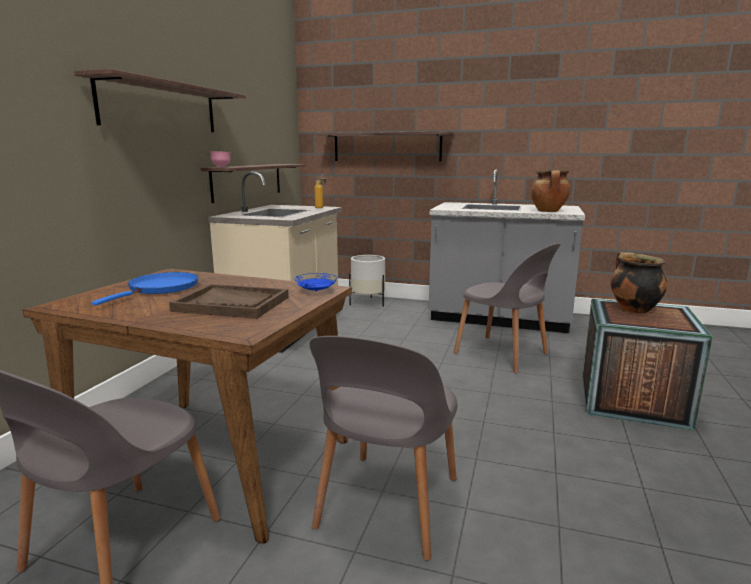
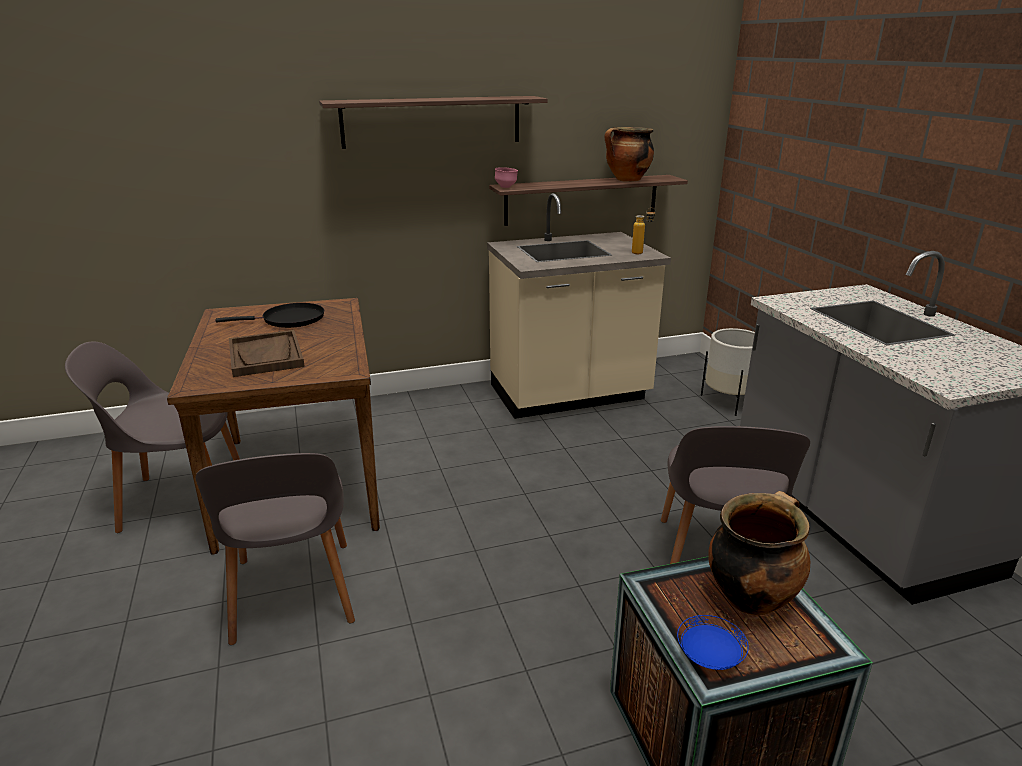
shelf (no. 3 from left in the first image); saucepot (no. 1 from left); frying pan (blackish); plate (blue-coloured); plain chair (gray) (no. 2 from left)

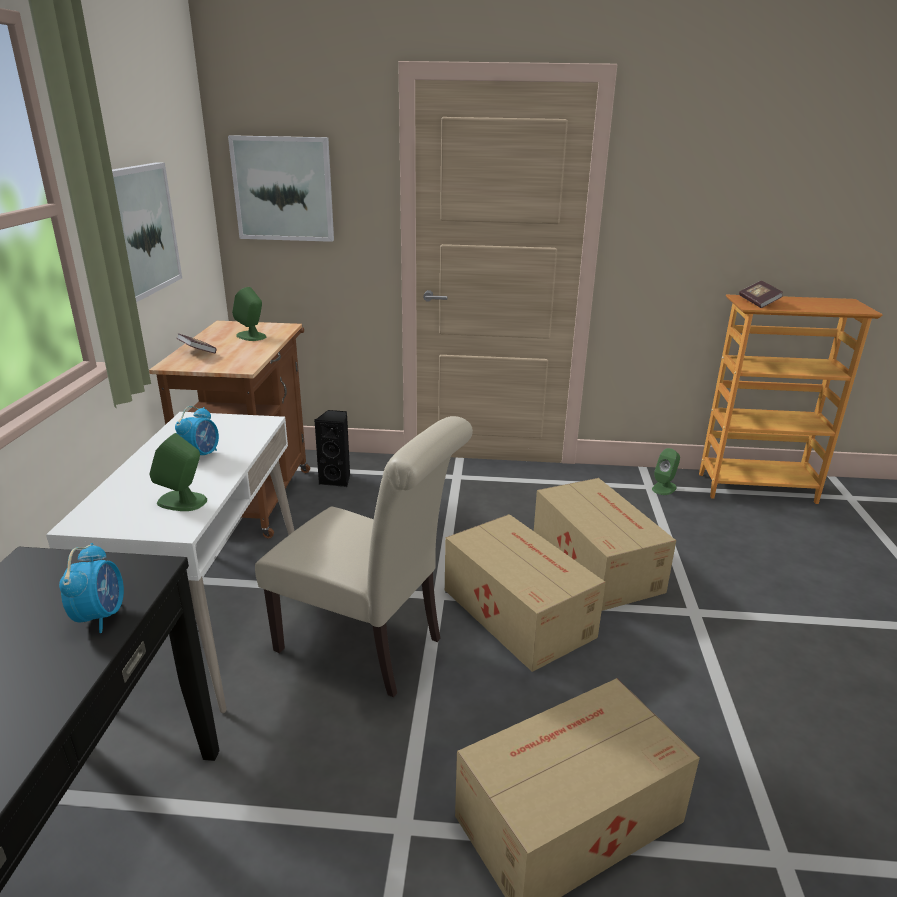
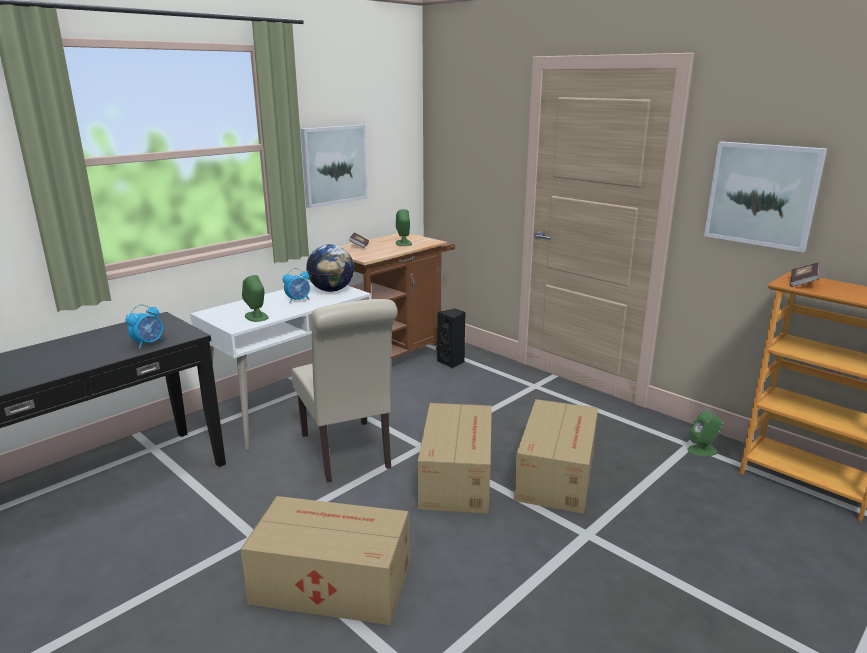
wall art (no. 2 from left); globe

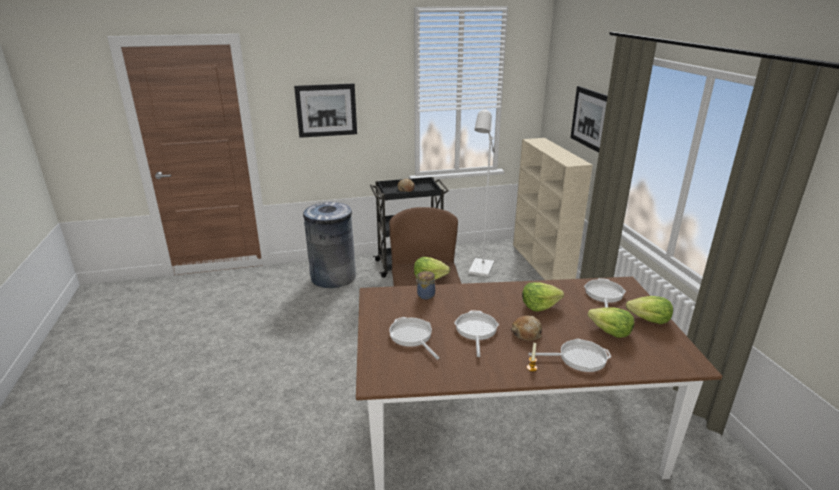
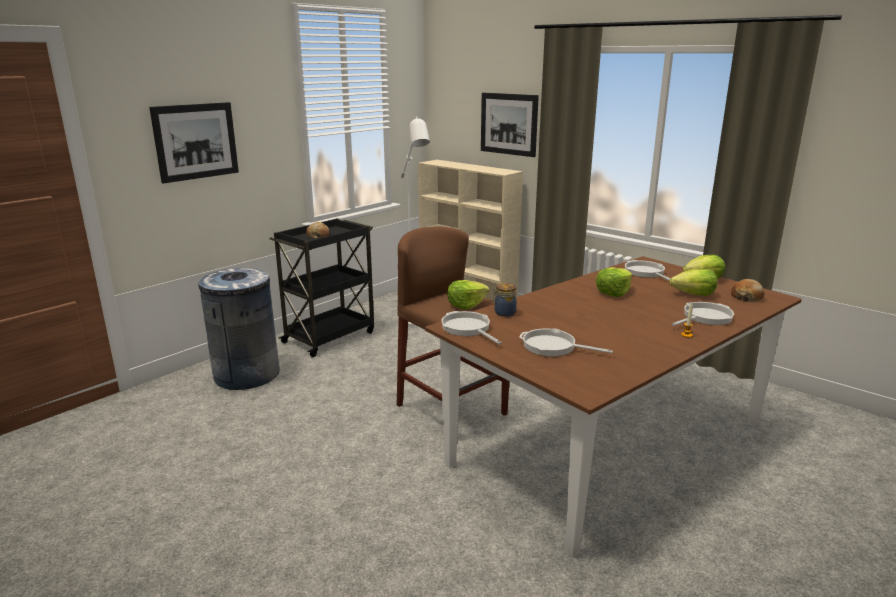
frying pan (no. 1 from left); bakery bread (no. 2 from left)

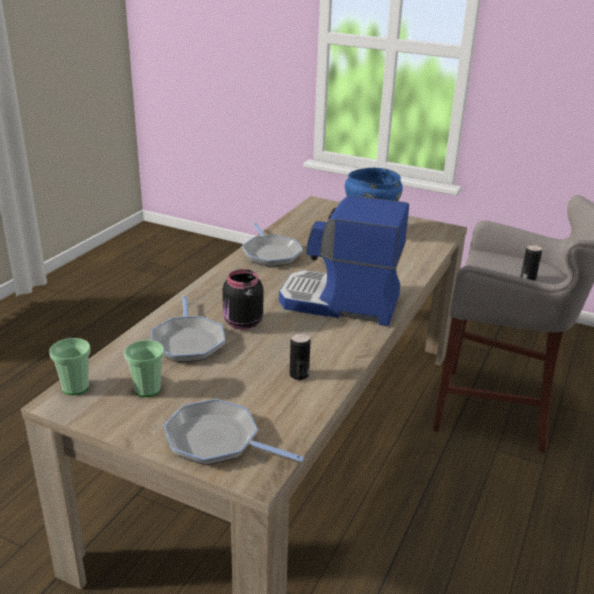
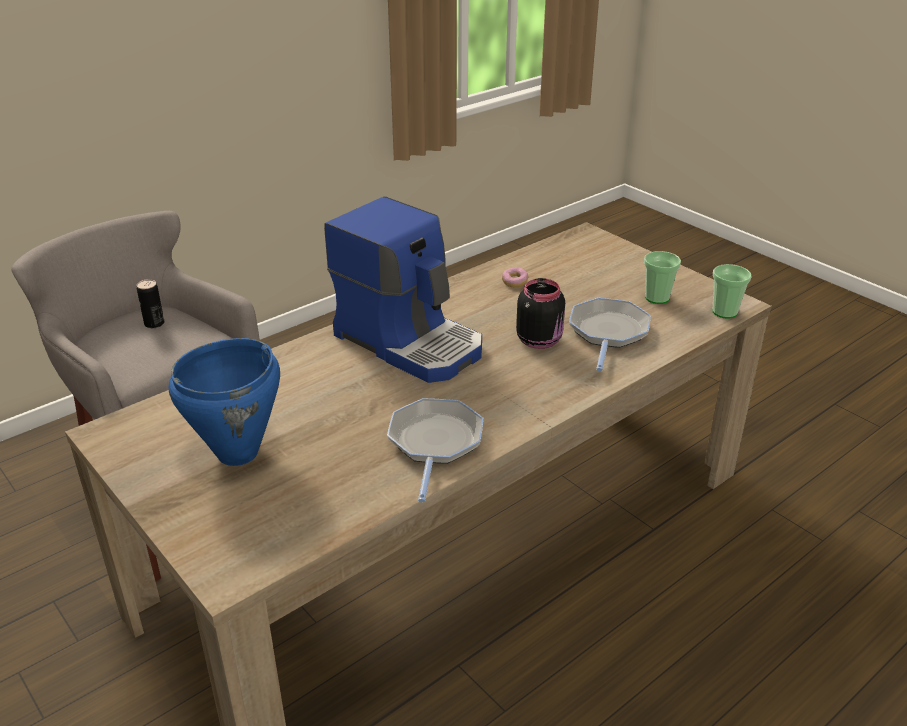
doughnut; frying pan (no. 2 from left in the first image)

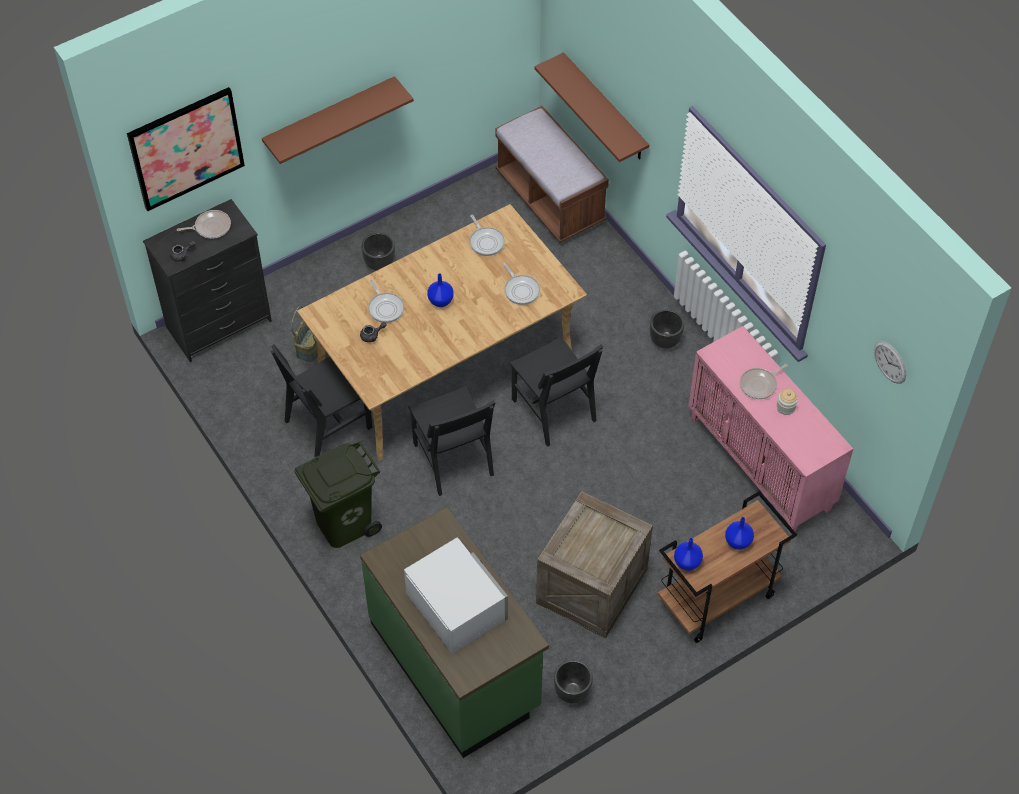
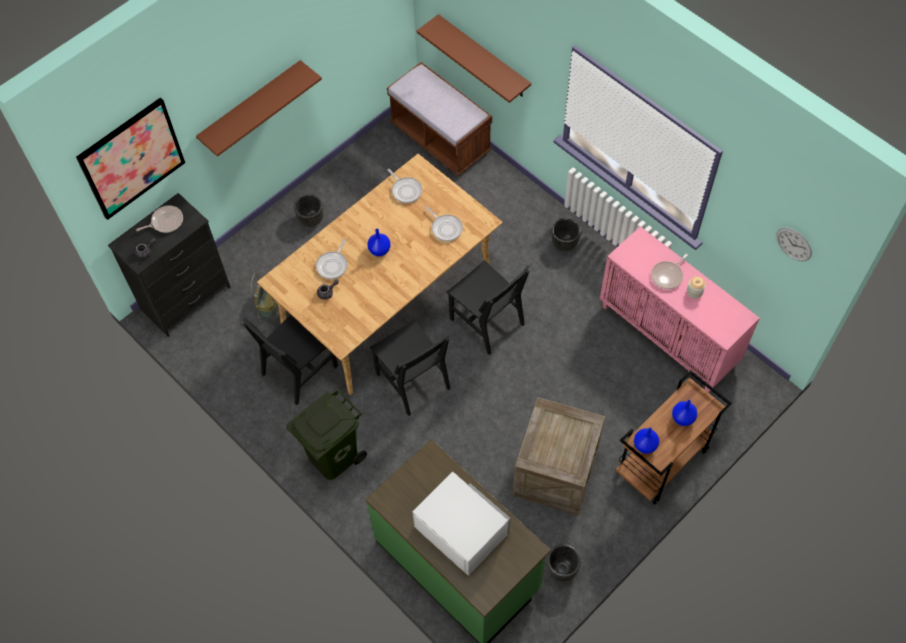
frying pan (no. 2 from left)

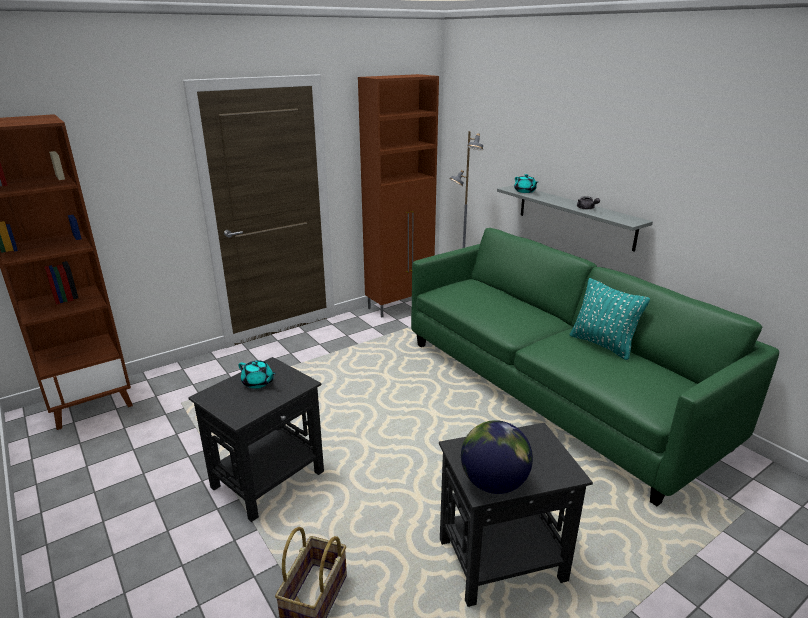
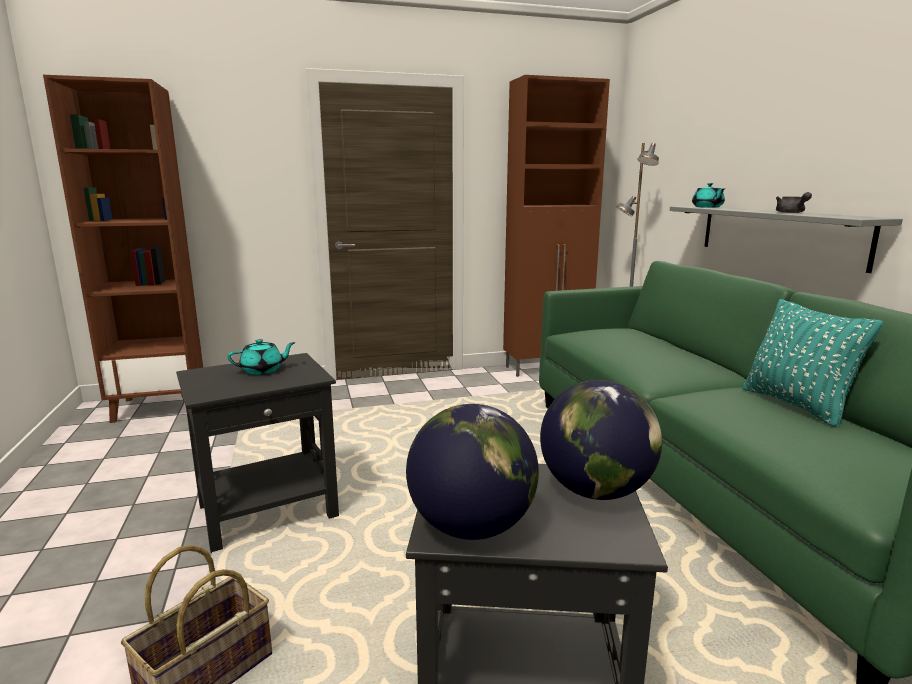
teapot (turquoise-coloured) (no. 1 from left); globe (no. 2 from left)

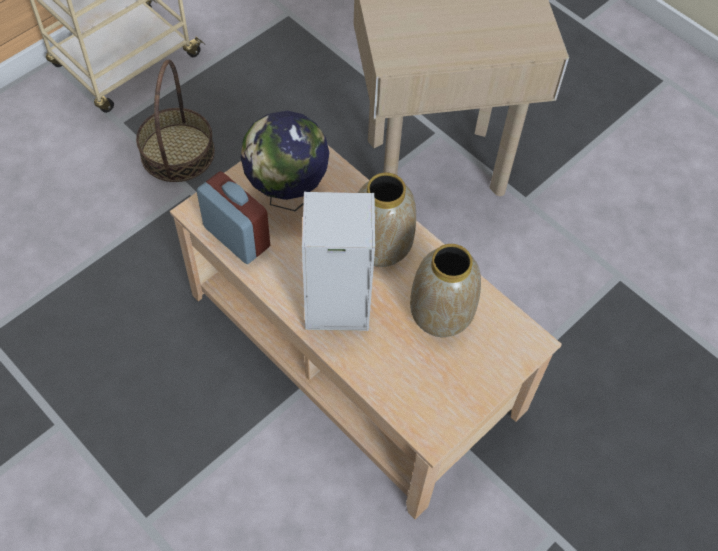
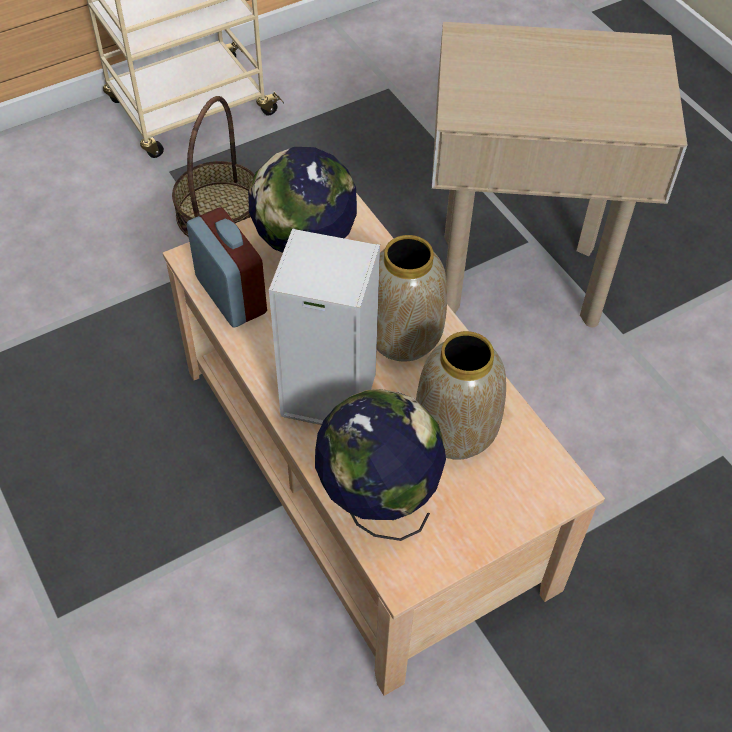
globe (no. 2 from left)

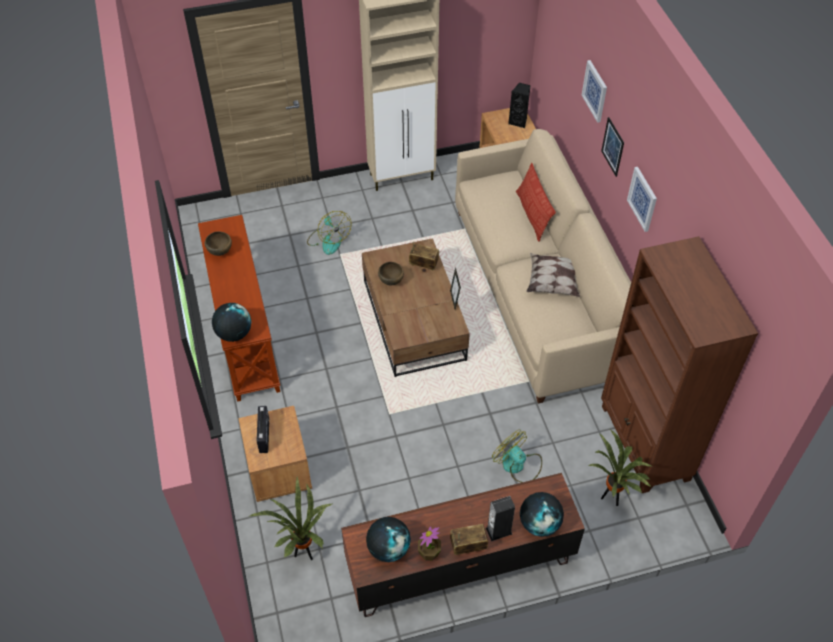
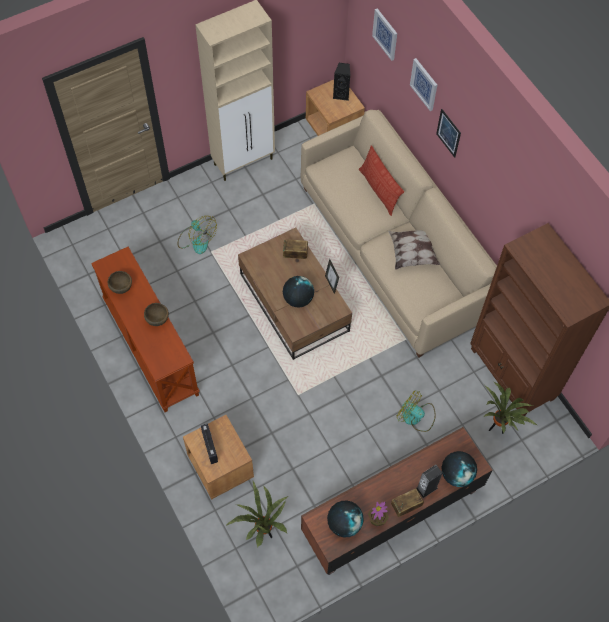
wall art (no. 1 from left); bowl (brown) (no. 2 from left); globe (no. 1 from left)

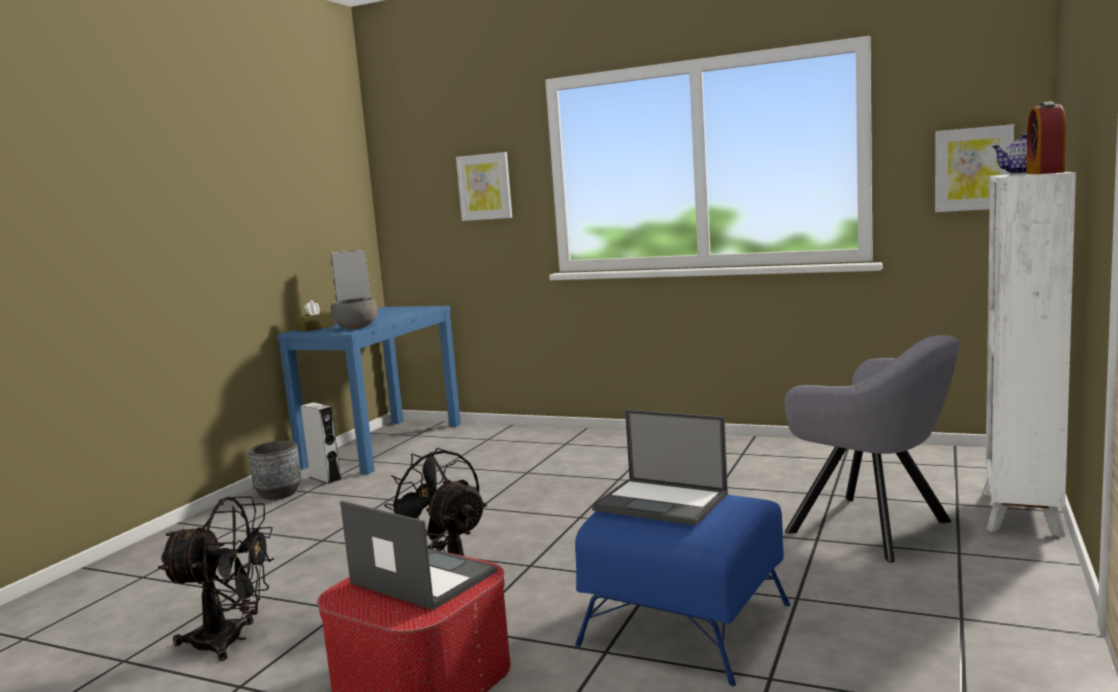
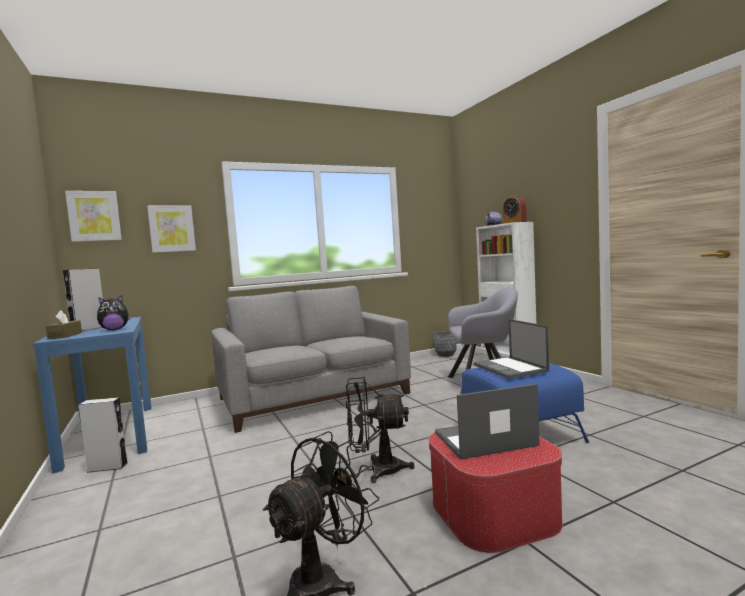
wall art (no. 1 from left); plush toy; laptop (no. 2 from left); planter (gray); couch (gray)

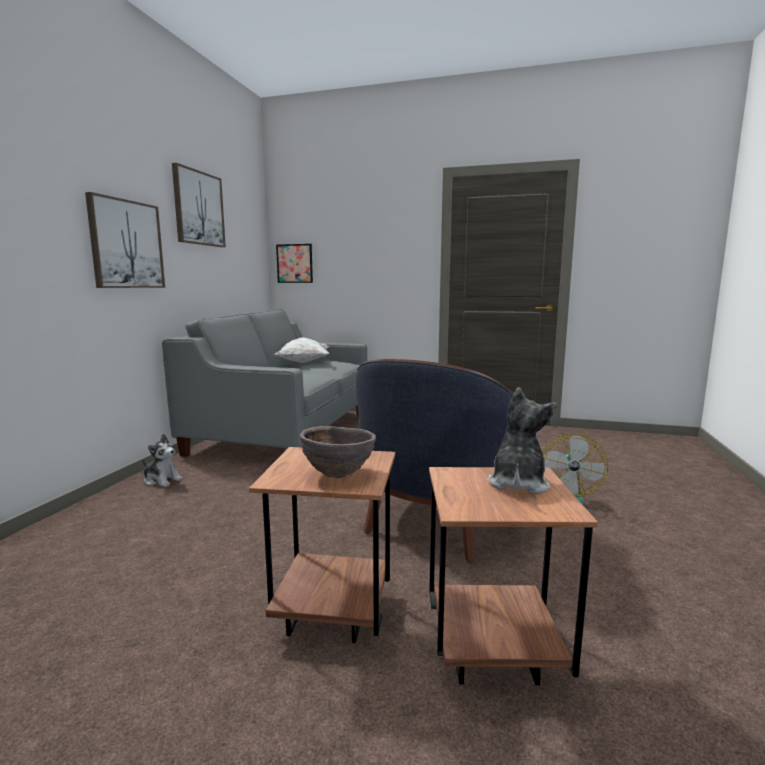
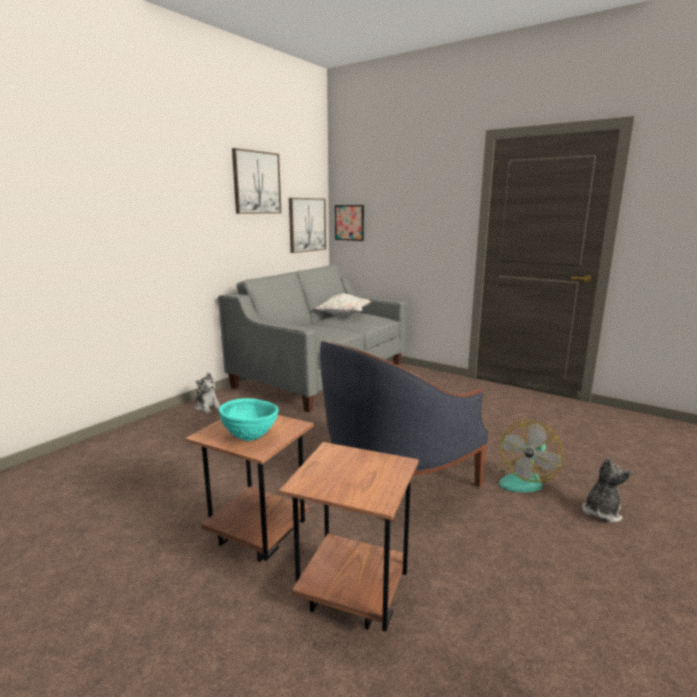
wall art (no. 2 from left); plush toy (no. 2 from left); bowl (turquoise-coloured)

